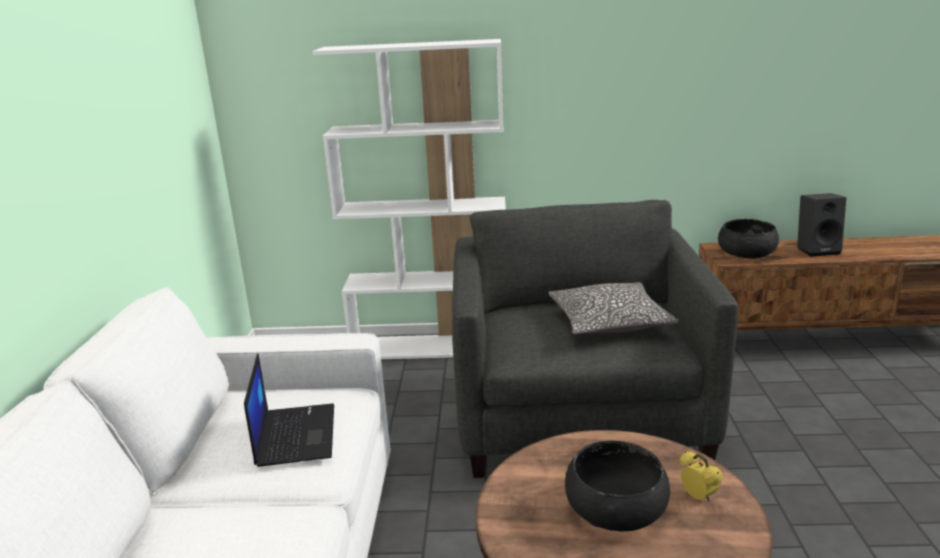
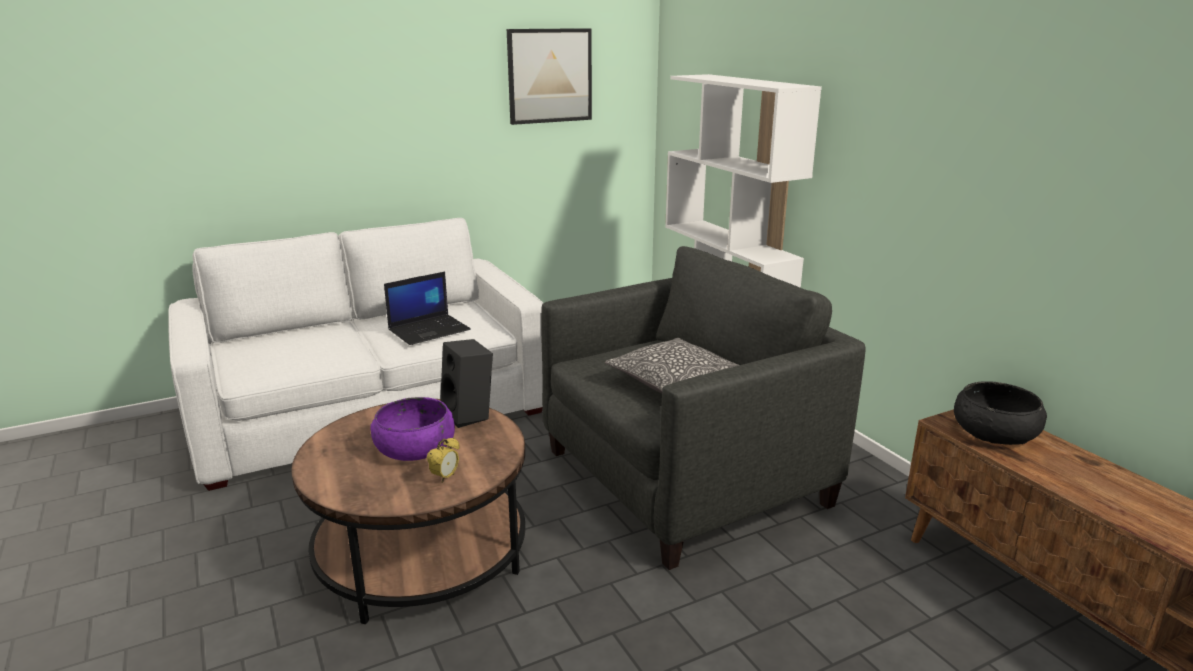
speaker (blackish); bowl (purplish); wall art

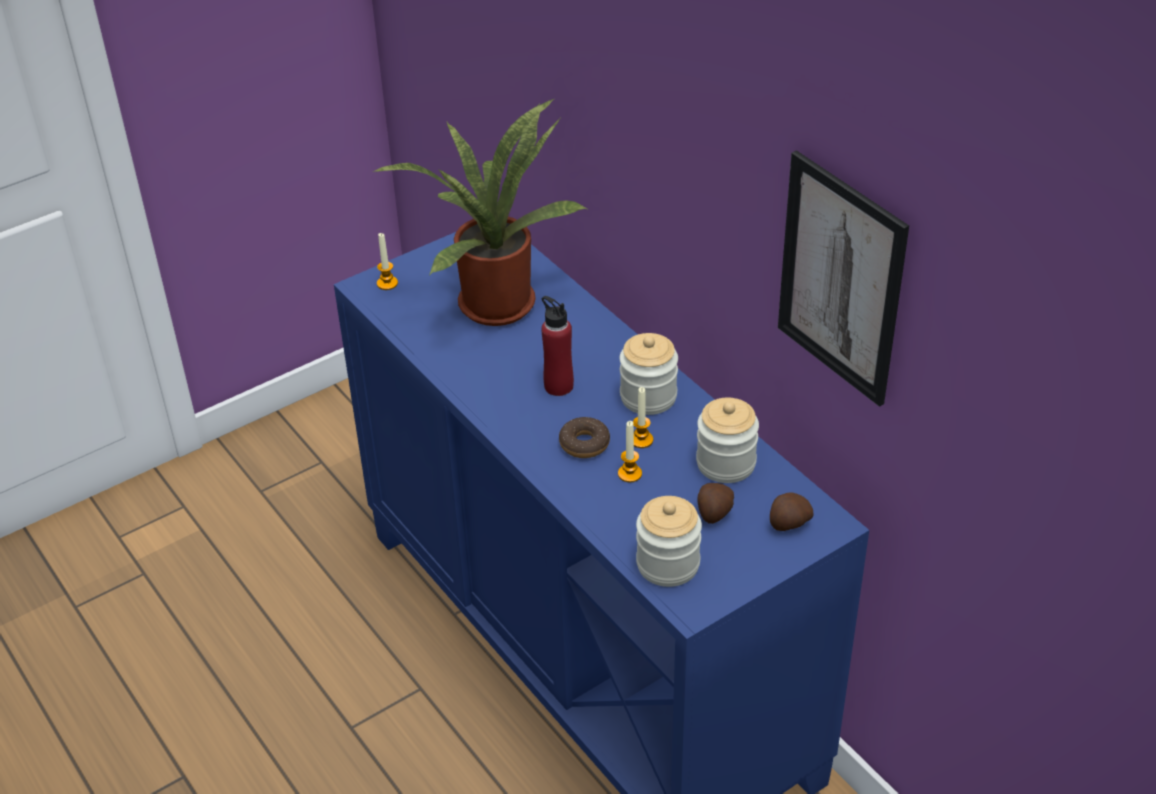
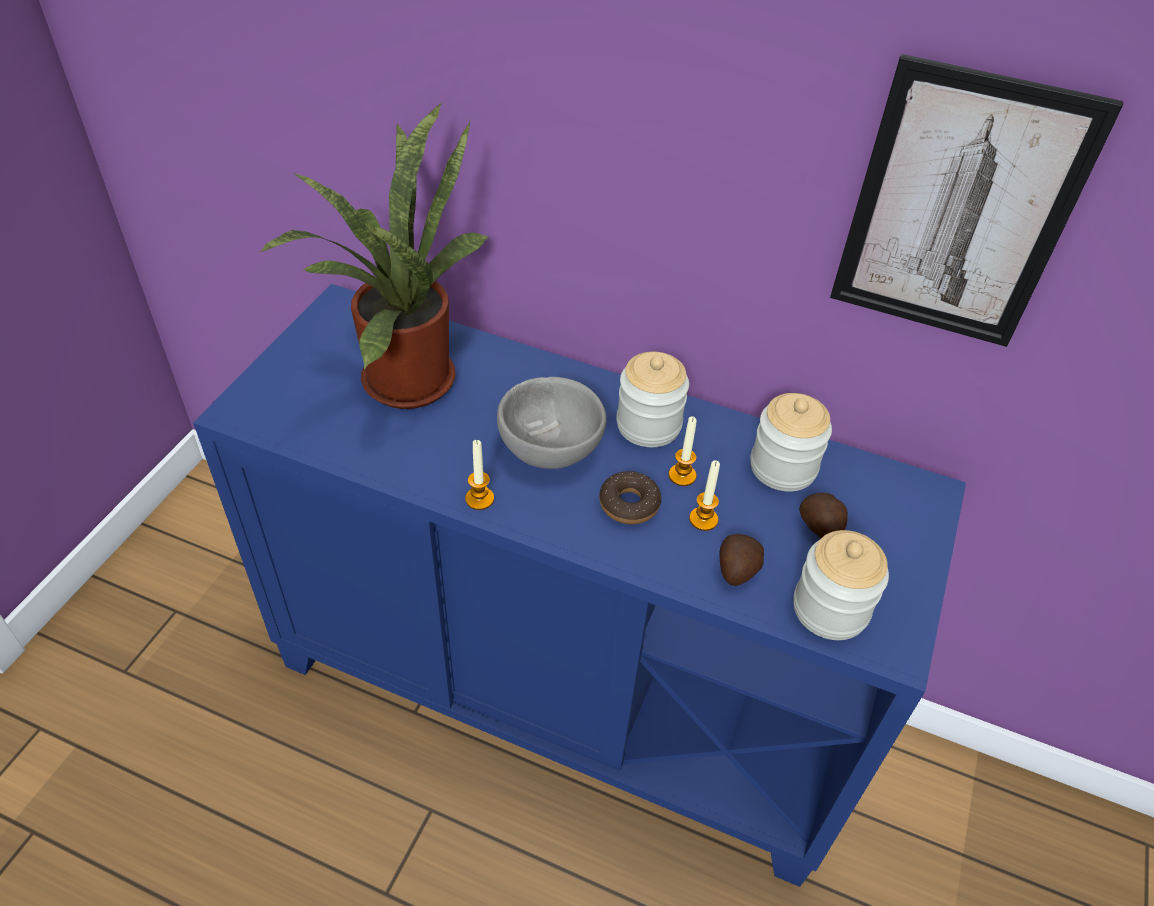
candle (no. 1 from left); bowl (gray); spud (no. 1 from left)

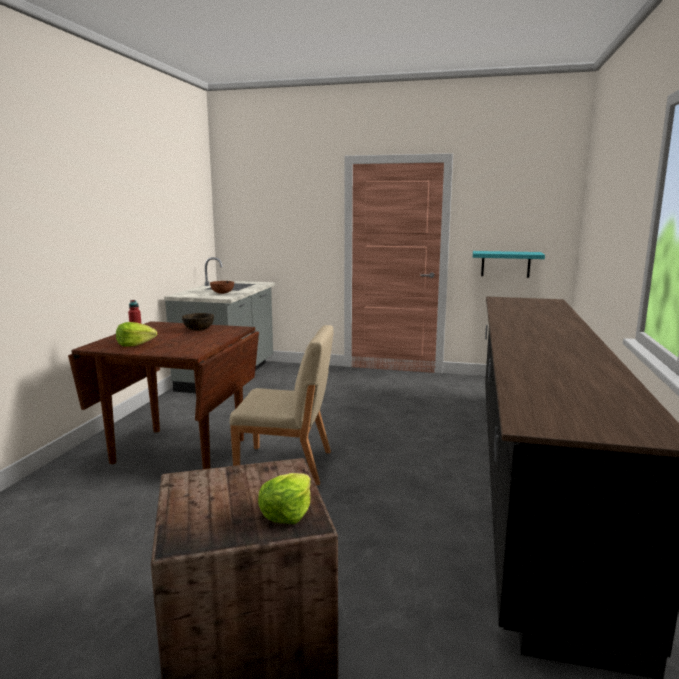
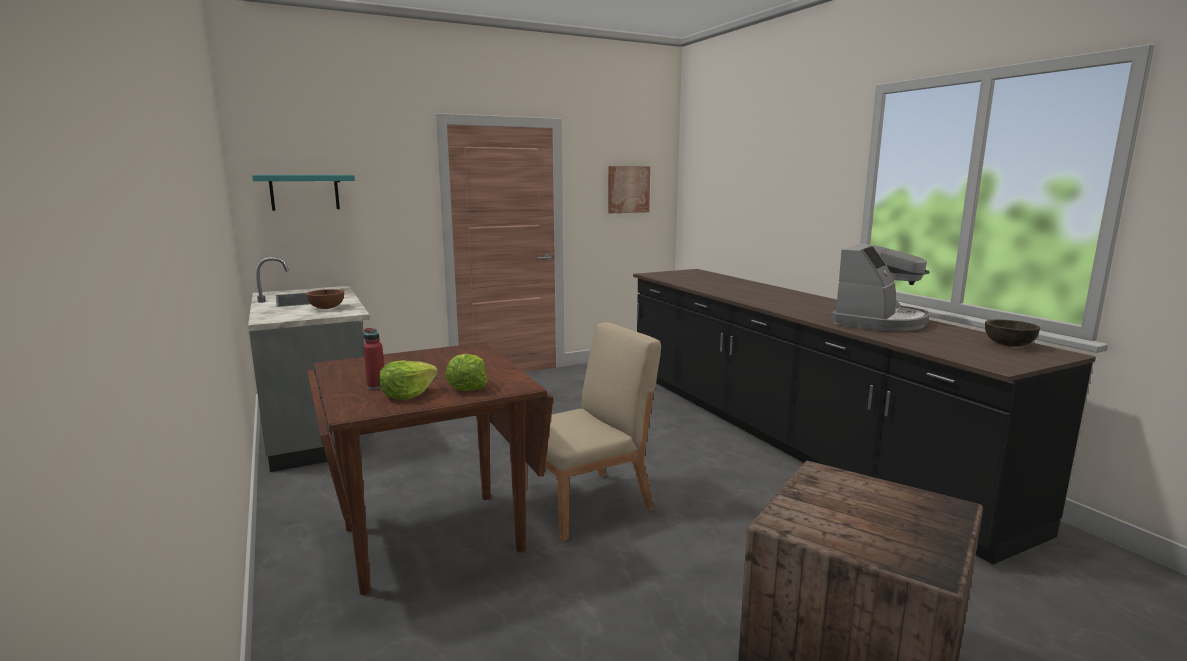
shelf (turquoise-coloured); bowl (brown) (no. 2 from left); lettuce head (no. 2 from left); wall art; coffee brewer

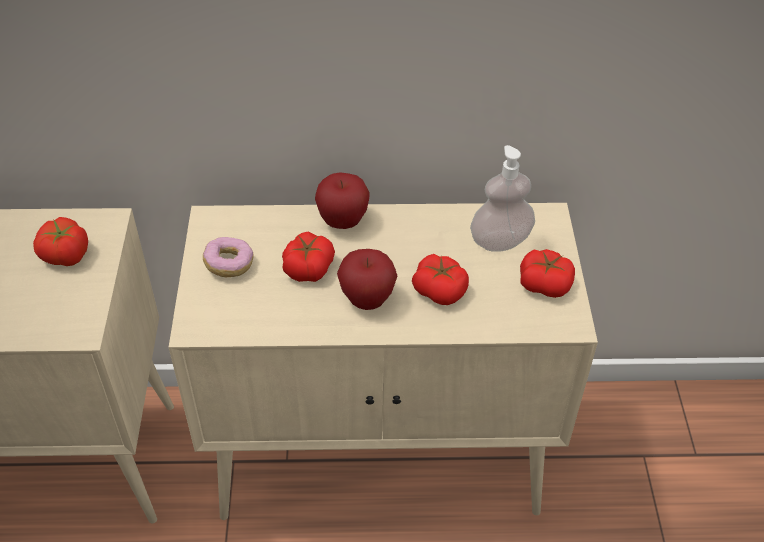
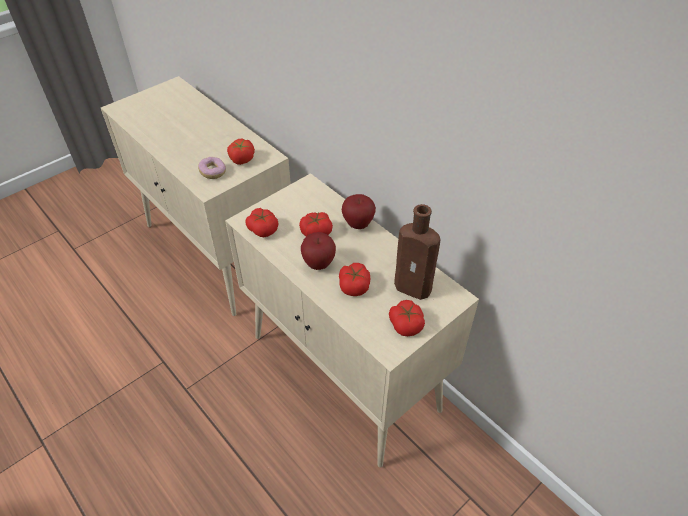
bottle (brown); doughnut; tomato (no. 2 from left)

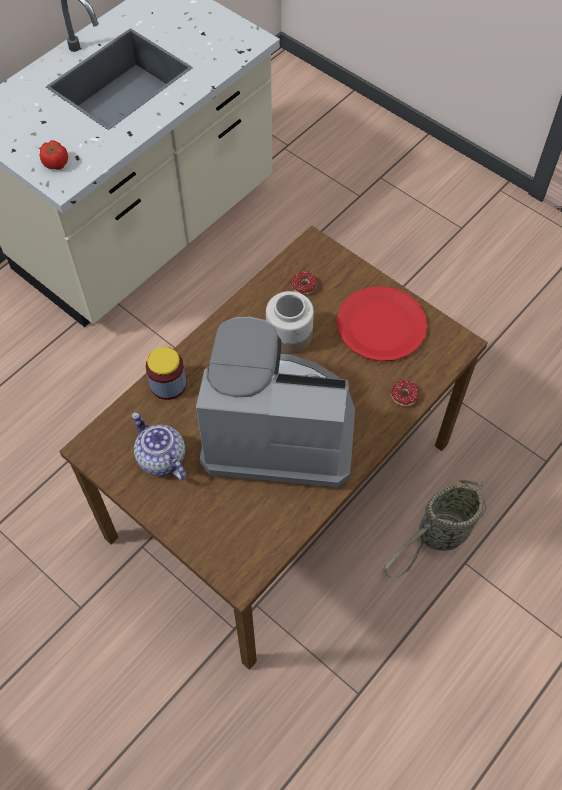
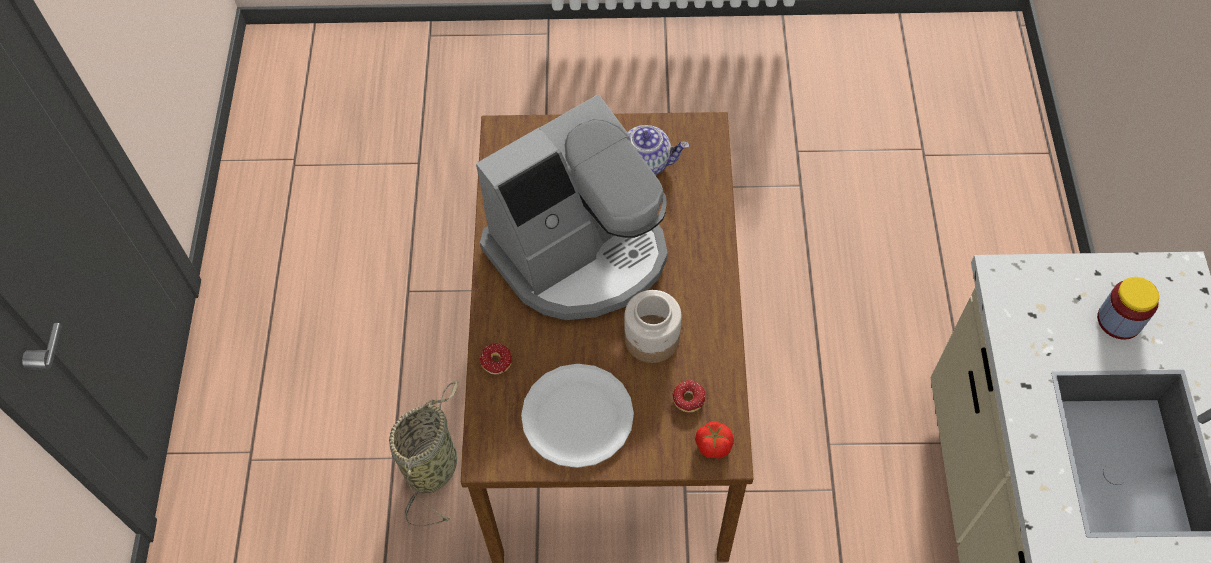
tomato; plate (whitish); jar (no. 2 from left)

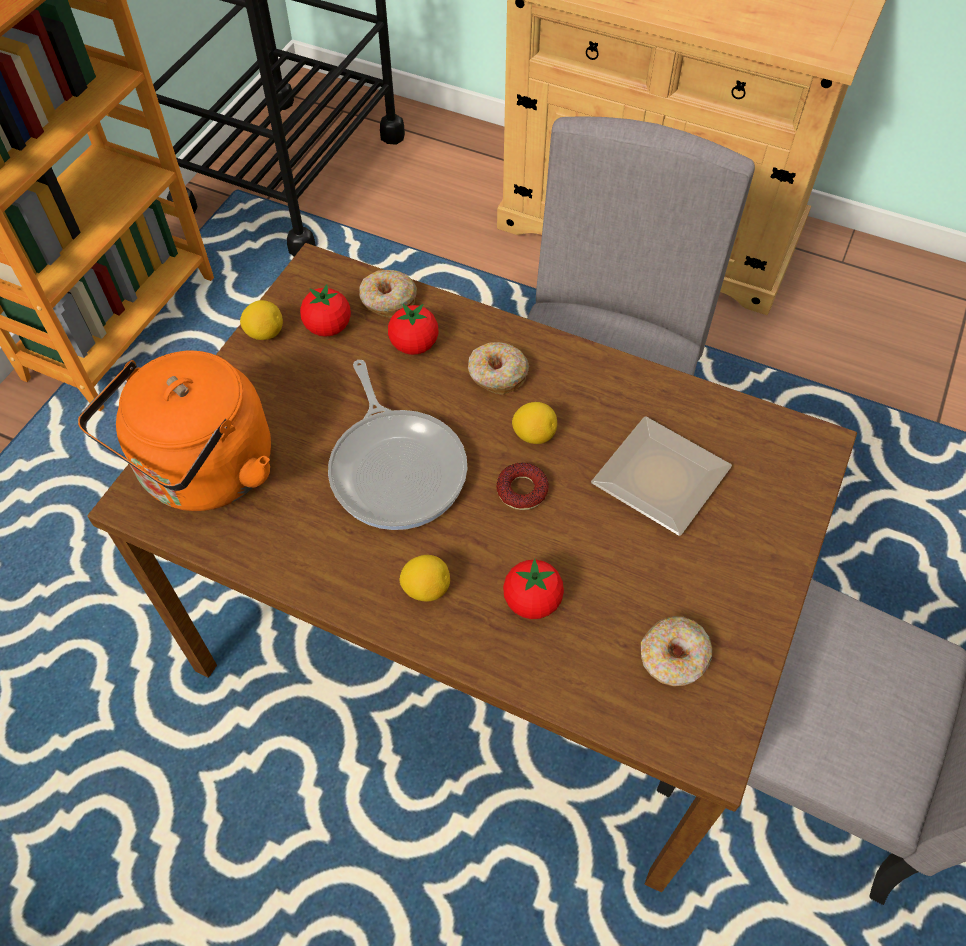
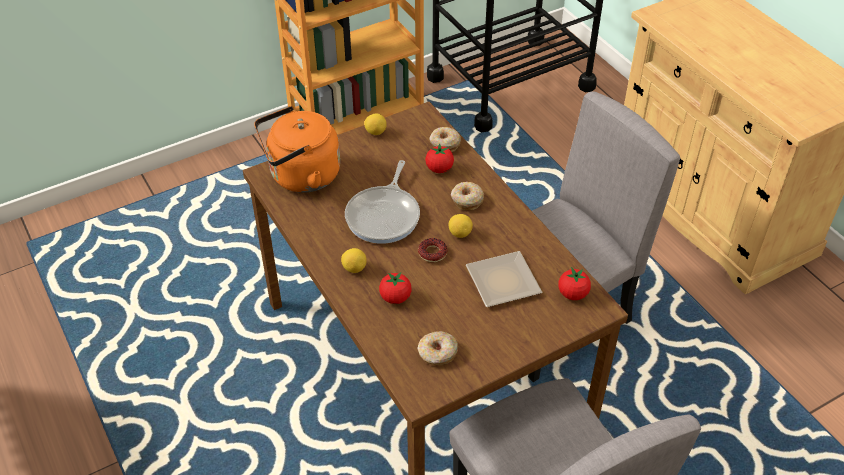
tomato (no. 3 from left)

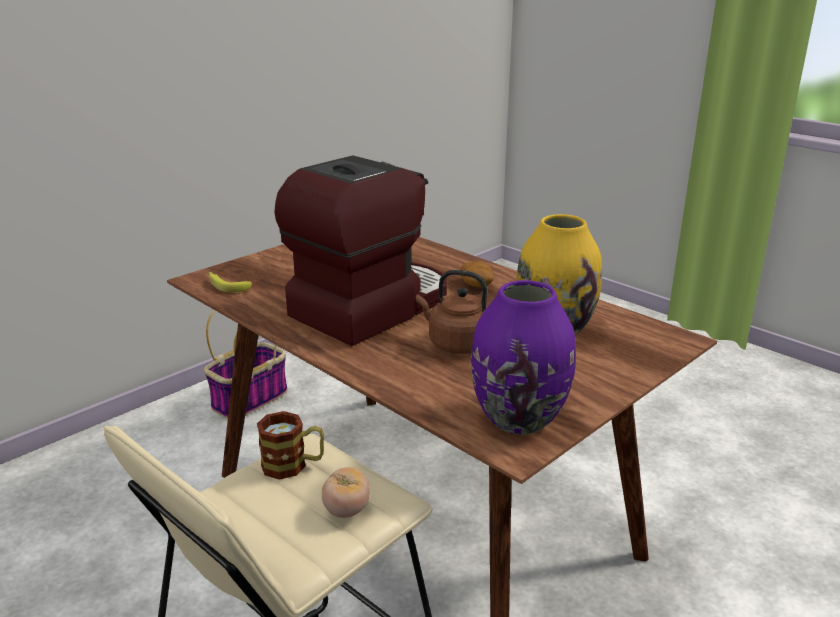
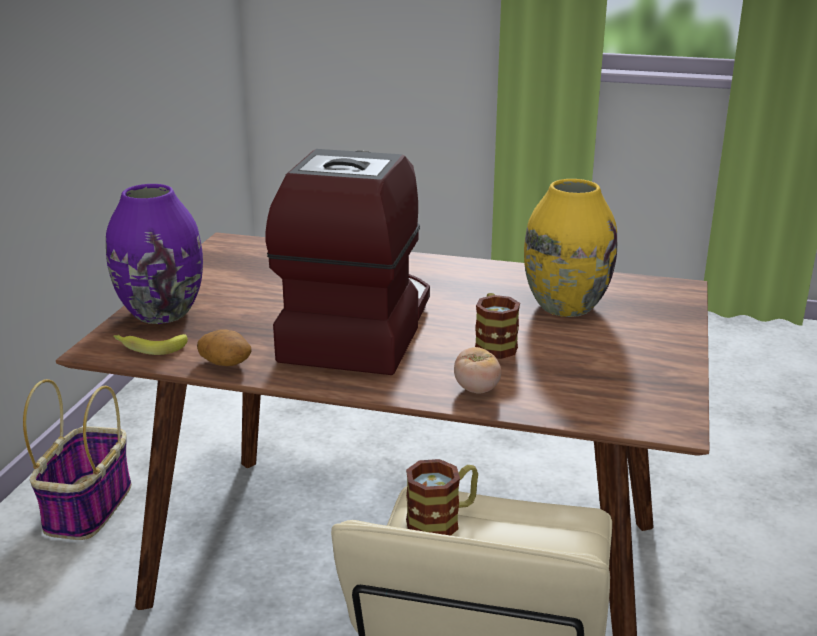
spud; mug (no. 2 from left); flower vase (purplish); tomato

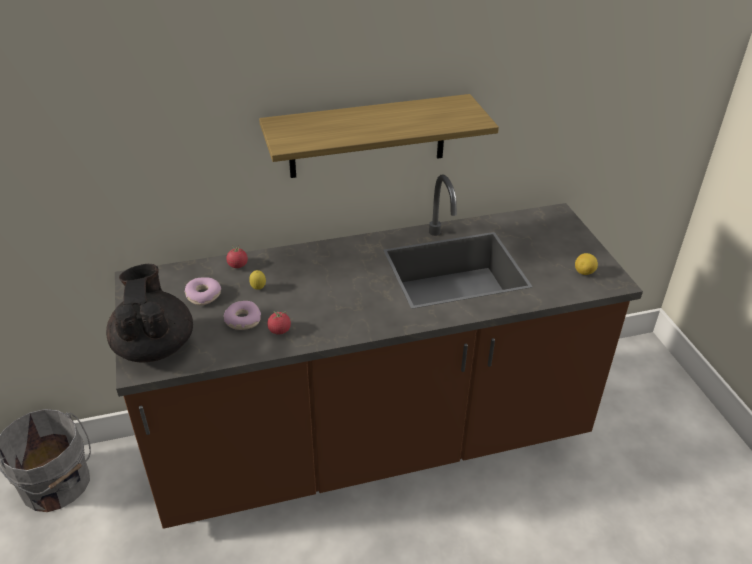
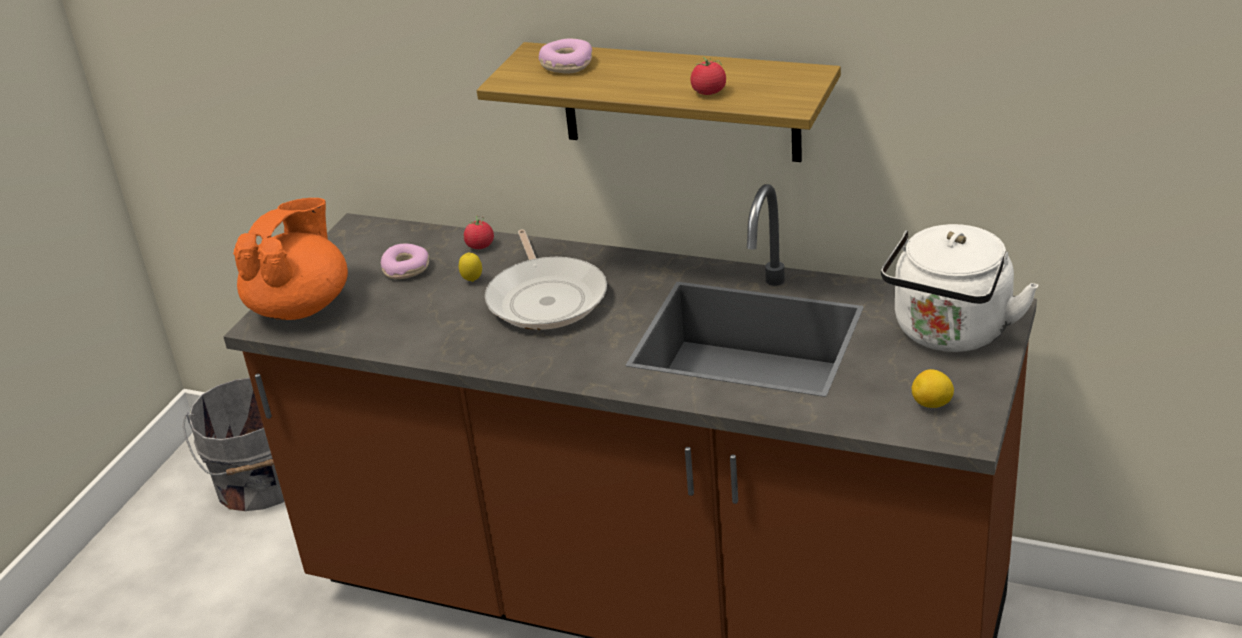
teapot (orange); doughnut (no. 2 from left); tomato (no. 2 from left); tea kettle (whitish); frying pan

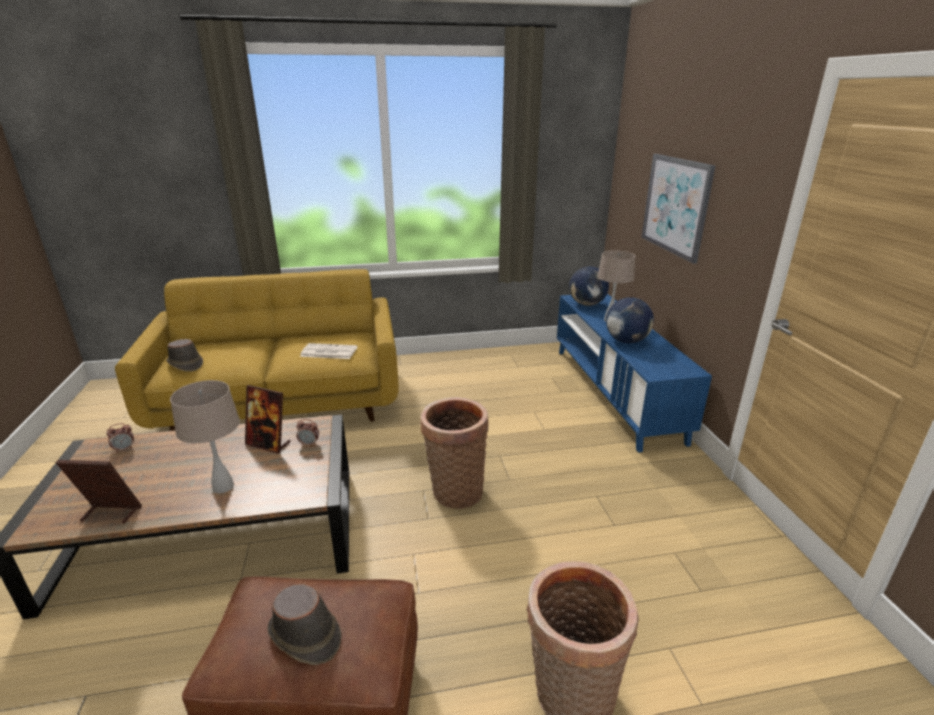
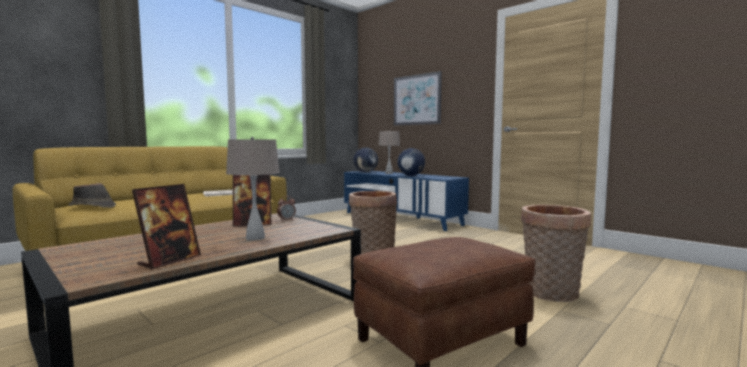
table clock (no. 1 from left in the first image); photo frame (no. 1 from left); clothing hat (brown) (no. 2 from left in the first image)

